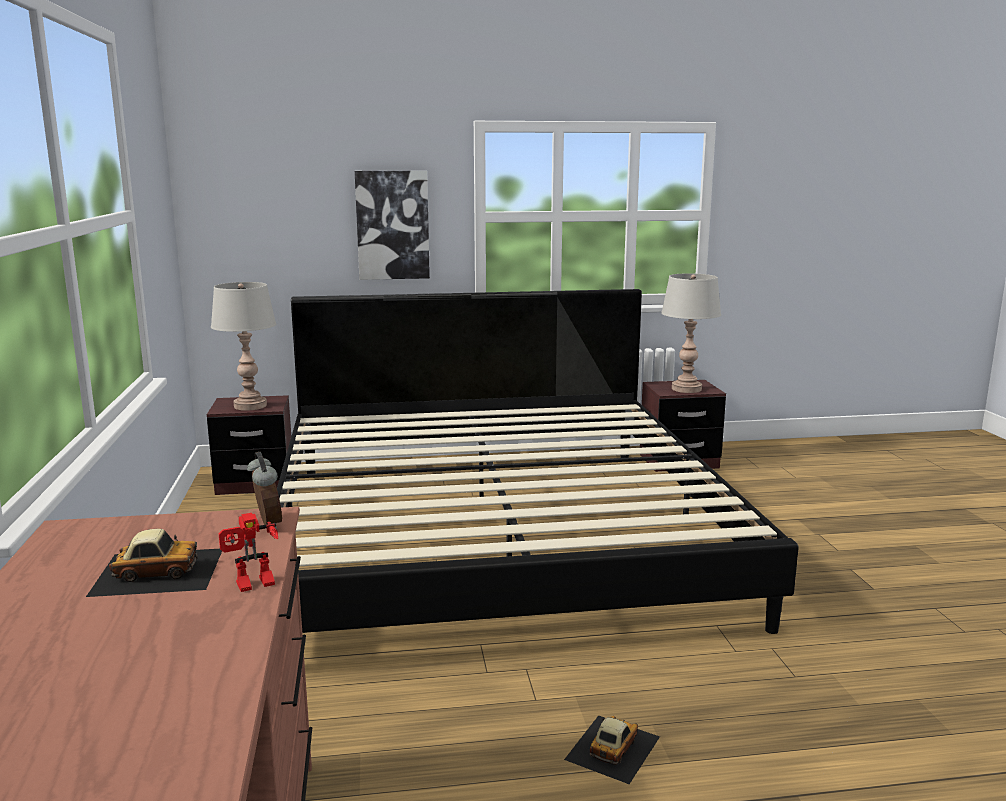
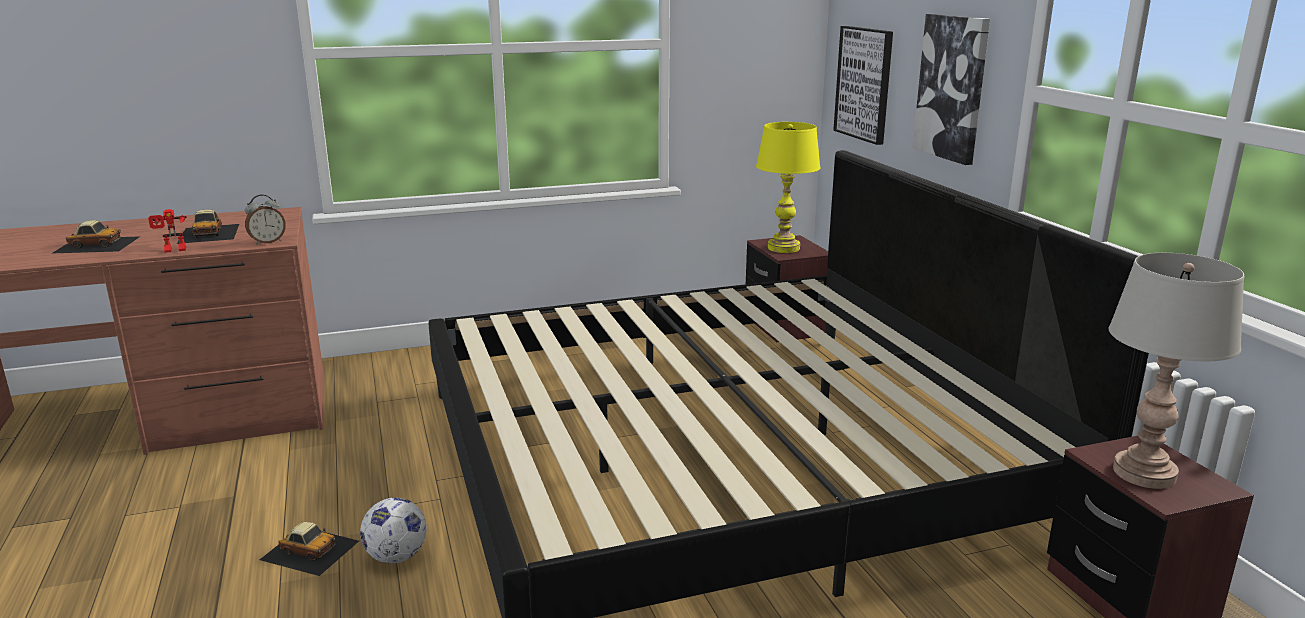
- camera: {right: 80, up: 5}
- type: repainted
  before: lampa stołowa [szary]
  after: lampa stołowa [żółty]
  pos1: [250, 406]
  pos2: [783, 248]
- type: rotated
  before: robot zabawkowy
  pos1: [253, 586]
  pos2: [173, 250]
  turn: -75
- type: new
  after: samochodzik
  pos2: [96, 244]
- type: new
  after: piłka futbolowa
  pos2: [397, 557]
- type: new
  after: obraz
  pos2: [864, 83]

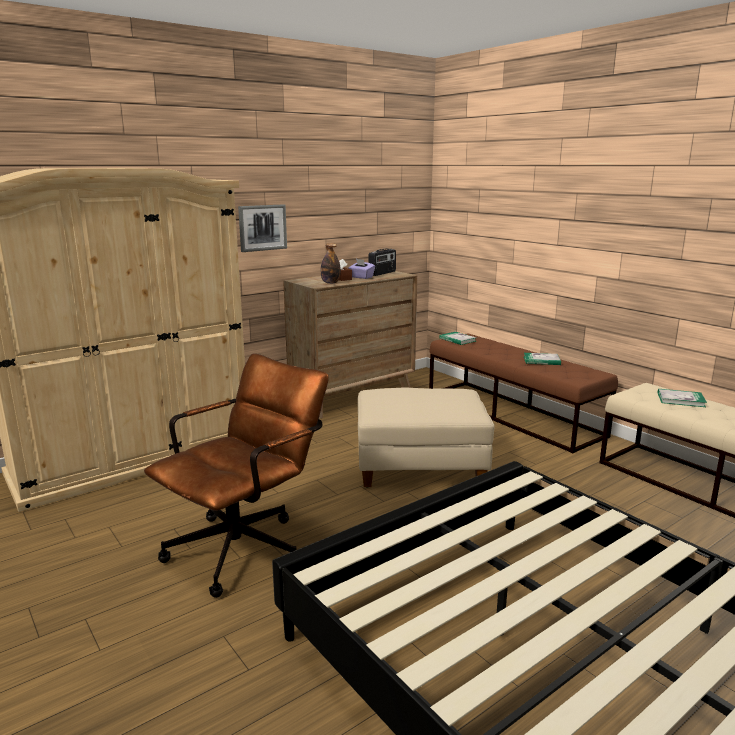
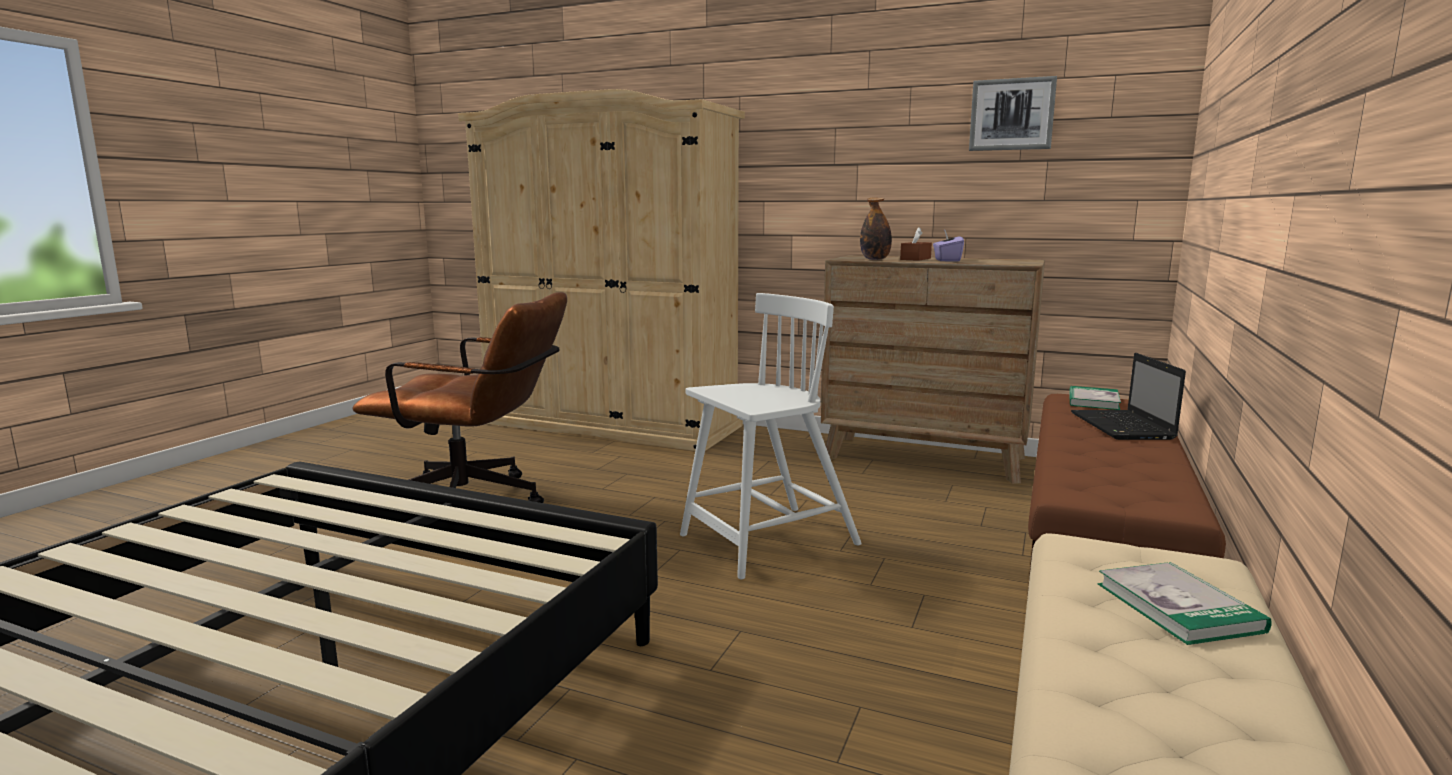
- camera: {right: 60, up: -5}
- type: shifted
  before: obraz
  pos1: [262, 227]
  pos2: [1012, 114]
- type: swapped
  before: pufa [beżowy]
  after: krzesło [biały]
  pos1: [420, 466]
  pos2: [766, 541]
- type: gone
  before: radio
  pos1: [382, 273]
- type: gone
  before: książka
  pos1: [541, 360]
- type: new
  after: laptop
  pos2: [1123, 427]

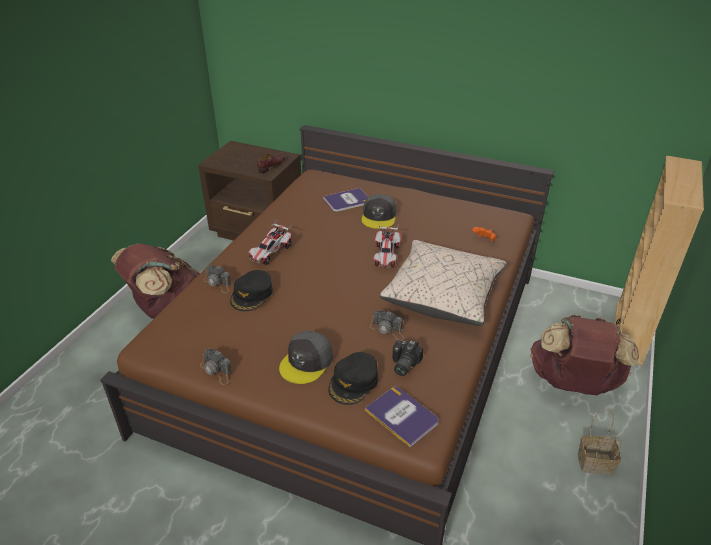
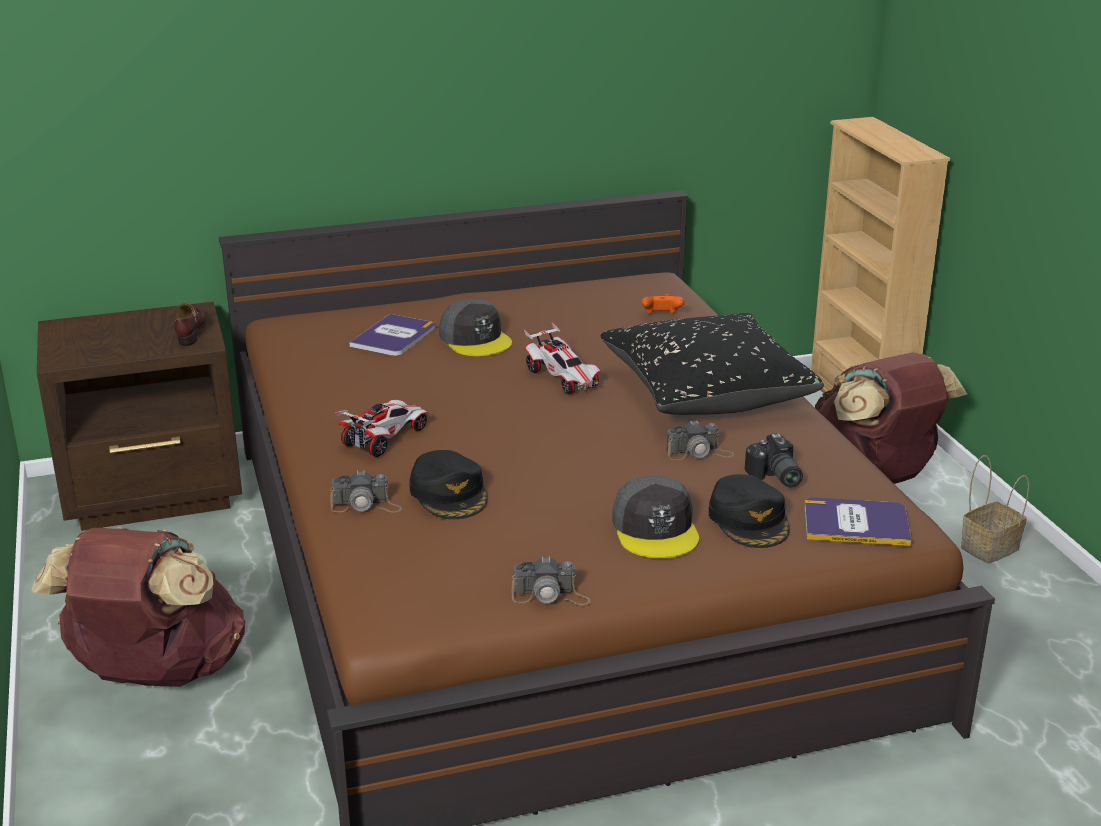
- camera: {right: -40, up: -10}
- type: rotated
  before: samochodzik
  pos1: [271, 253]
  pos2: [385, 438]
  turn: -135
- type: repainted
  before: poduszka [beżowy]
  after: poduszka [czarny]
  pos1: [443, 295]
  pos2: [706, 391]

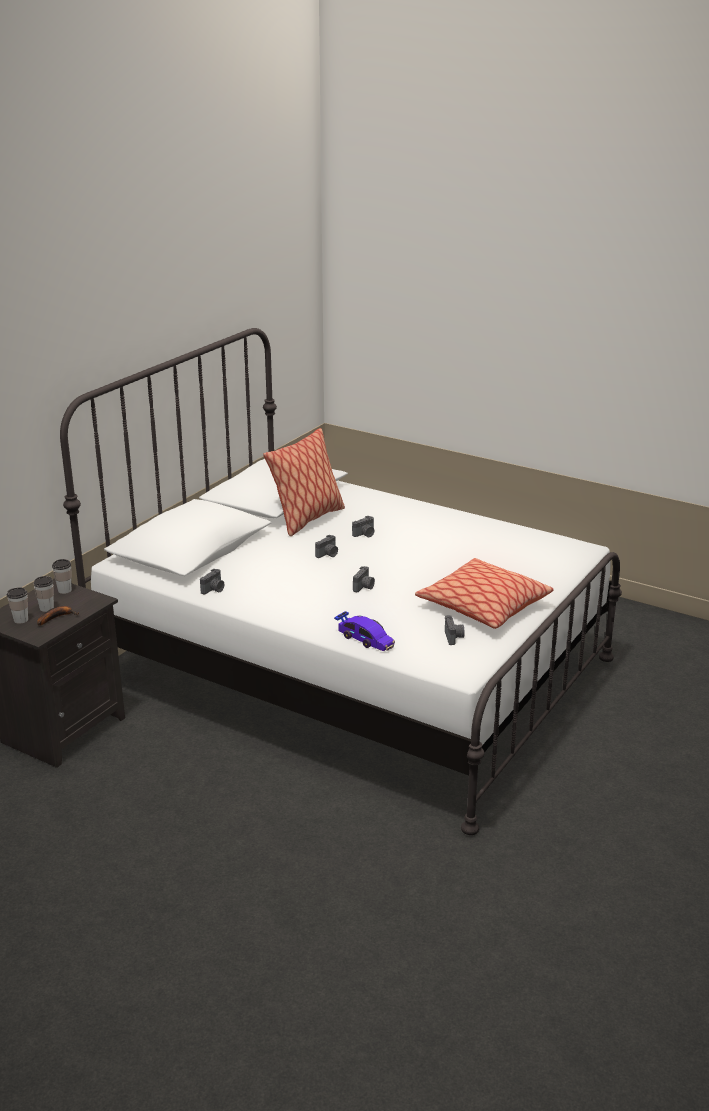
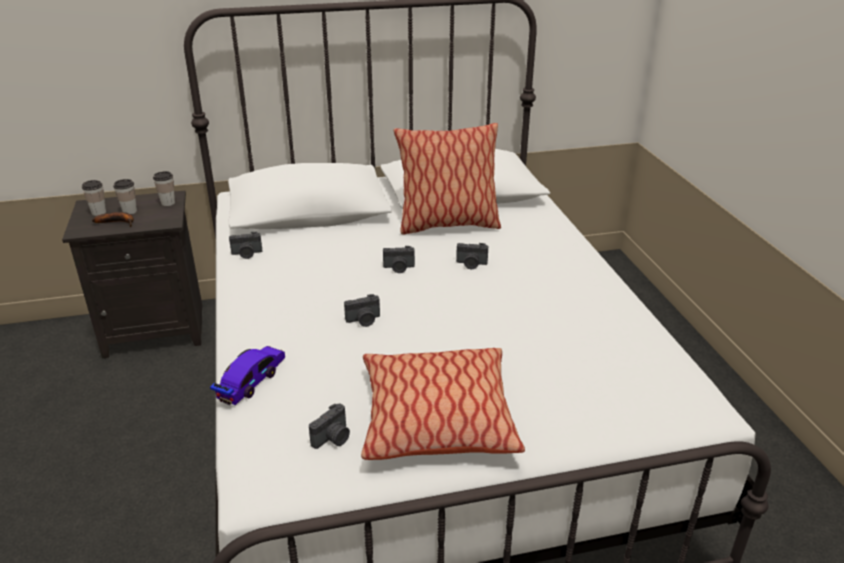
- camera: {right: 45, up: 5}
- type: rotated
  before: samochodzik
  pos1: [365, 639]
  pos2: [251, 380]
  turn: -150

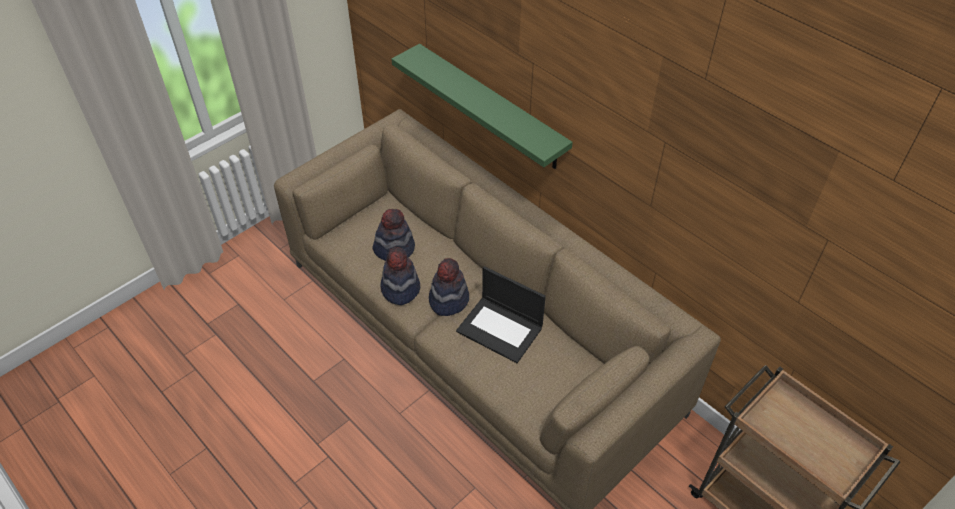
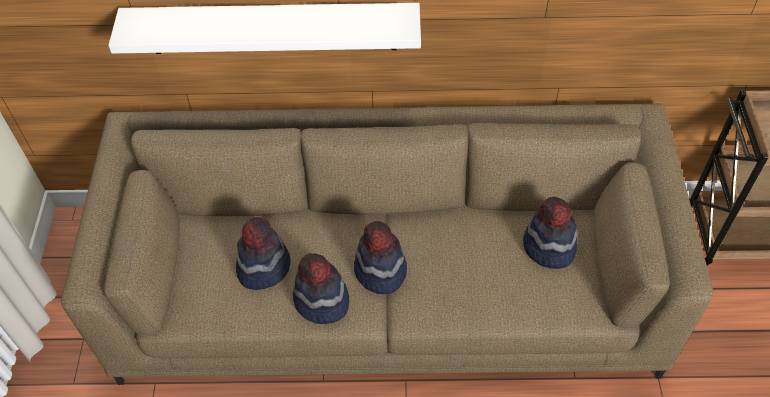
- camera: {right: -45, up: 5}
- type: repainted
  before: półka [zielony]
  after: półka [biały]
  pos1: [491, 107]
  pos2: [272, 28]
- type: gone
  before: laptop
  pos1: [501, 329]
- type: new
  after: kapelusz
  pos2: [548, 247]

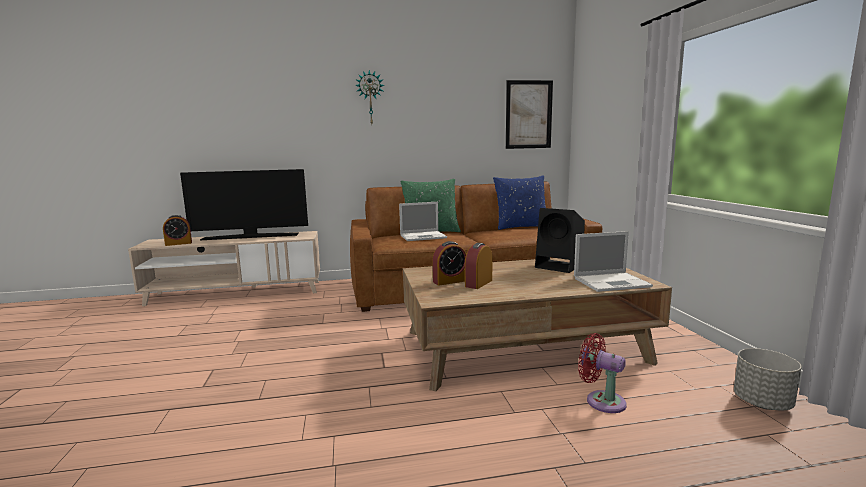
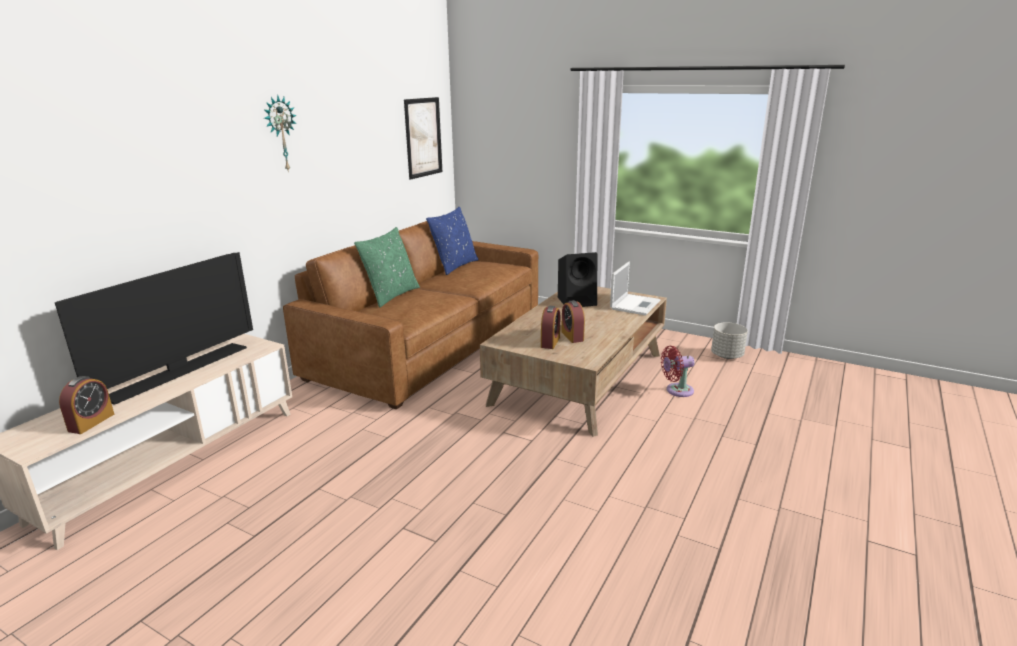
- camera: {right: -50, up: 10}
- type: gone
  before: laptop
  pos1: [424, 236]

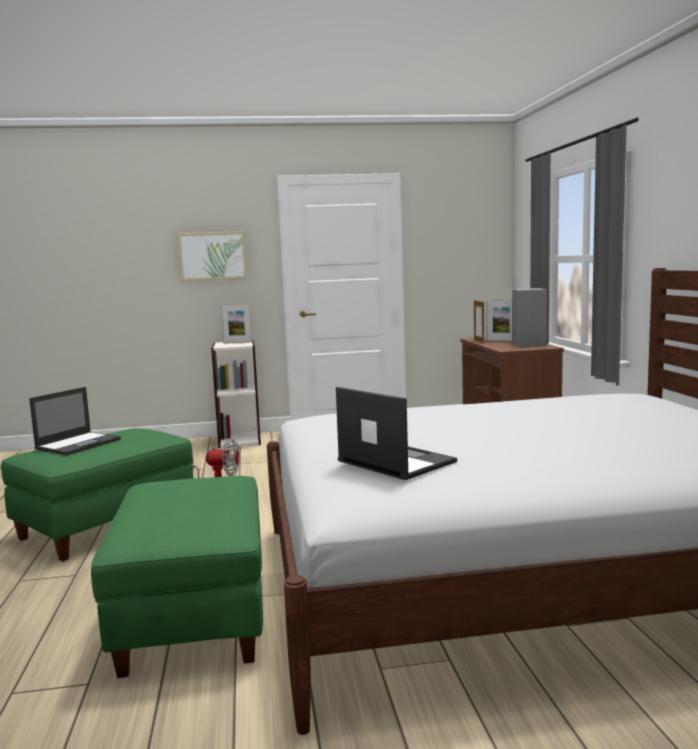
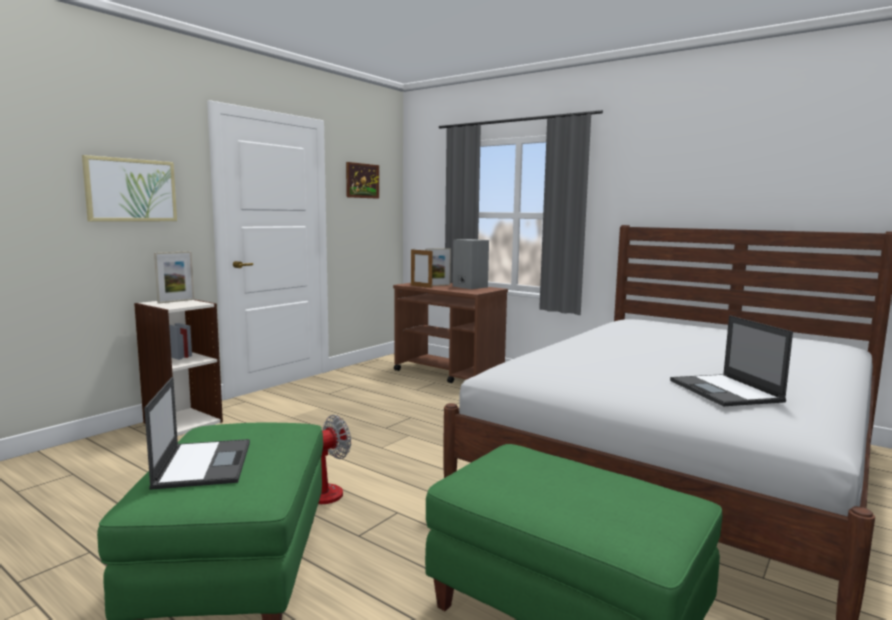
- camera: {right: -45, up: 0}
- type: rotated
  before: laptop
  pos1: [395, 461]
  pos2: [726, 391]
  turn: -105
- type: new
  after: obraz
  pos2: [362, 180]

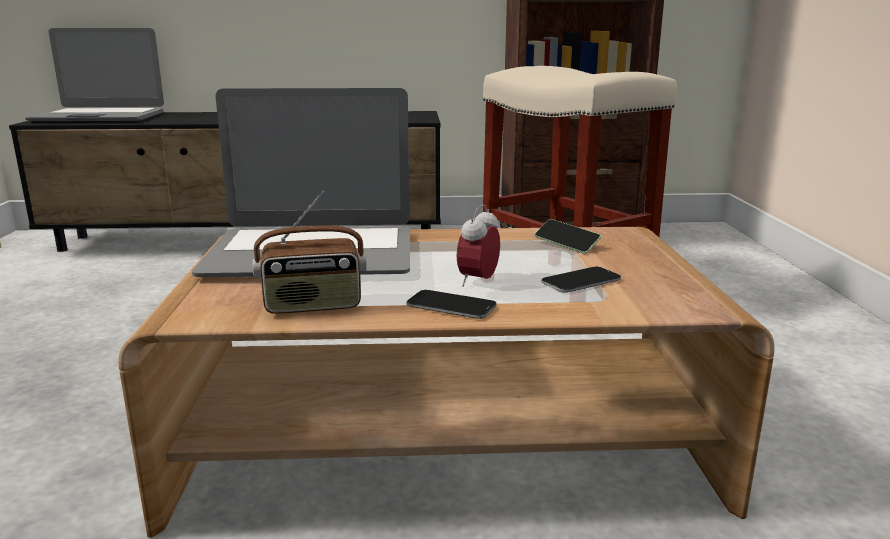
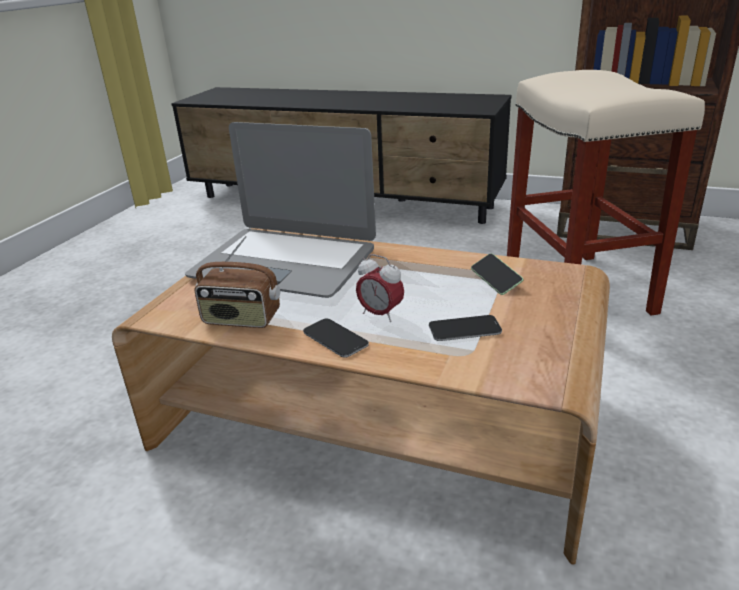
- camera: {right: 25, up: 10}
- type: gone
  before: laptop
  pos1: [99, 117]
- type: rotated
  before: budzik
  pos1: [478, 281]
  pos2: [380, 314]
  turn: -105

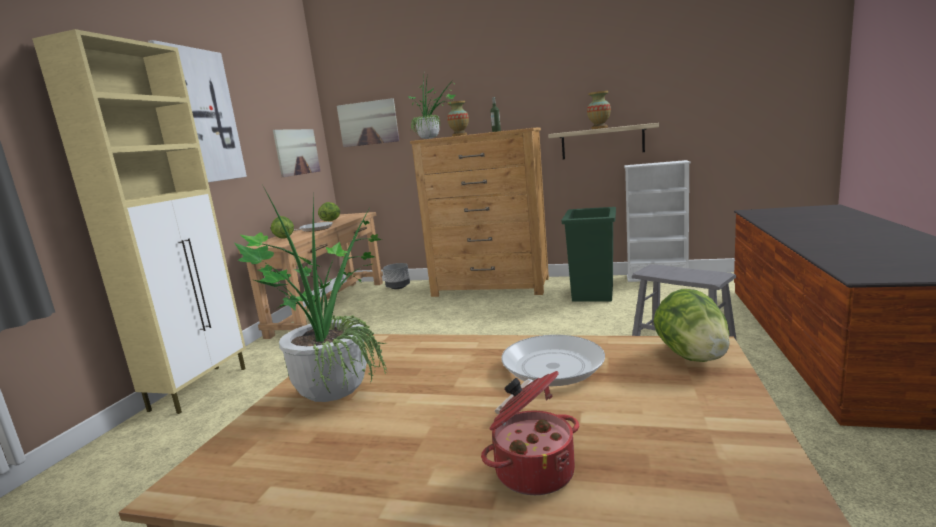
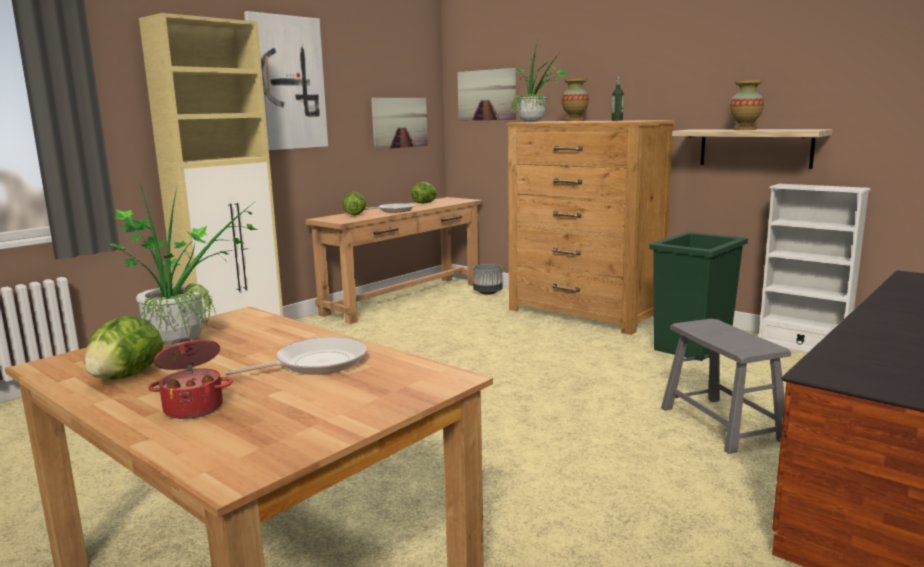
- camera: {right: 25, up: 0}
- type: shifted
  before: sałata
  pos1: [692, 356]
  pos2: [126, 376]

